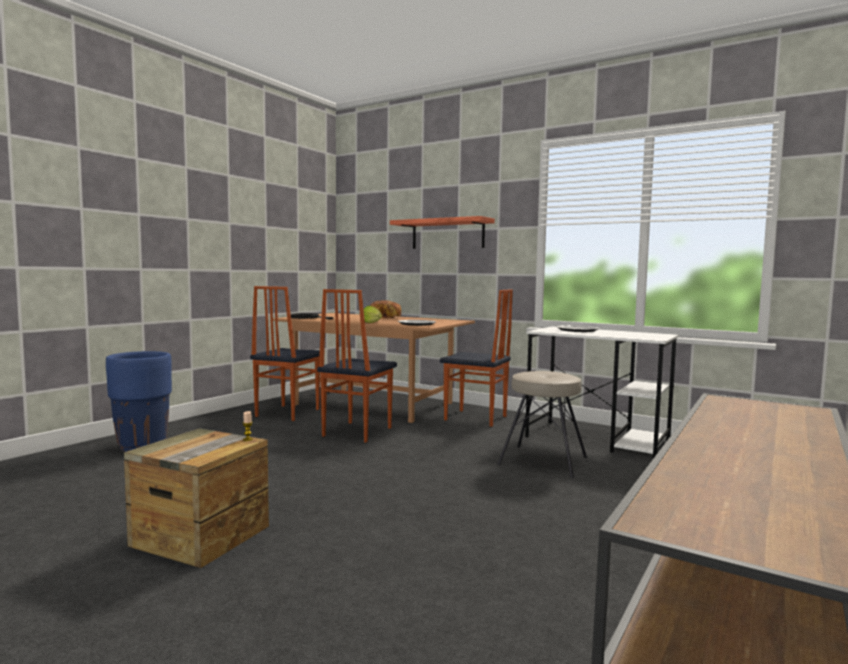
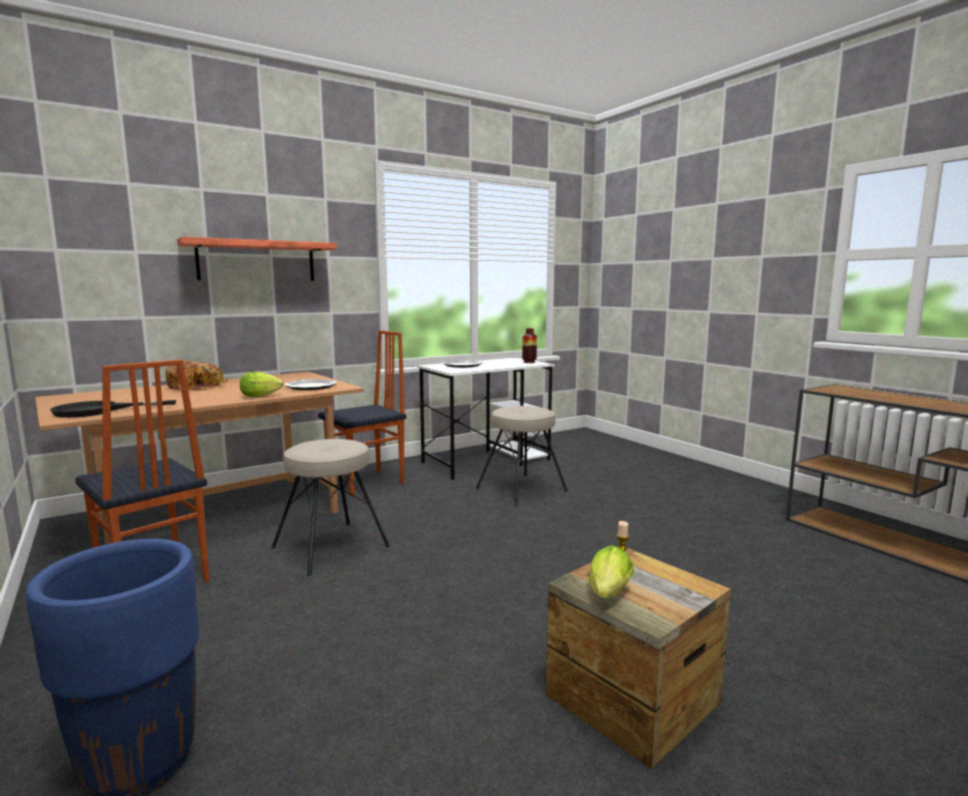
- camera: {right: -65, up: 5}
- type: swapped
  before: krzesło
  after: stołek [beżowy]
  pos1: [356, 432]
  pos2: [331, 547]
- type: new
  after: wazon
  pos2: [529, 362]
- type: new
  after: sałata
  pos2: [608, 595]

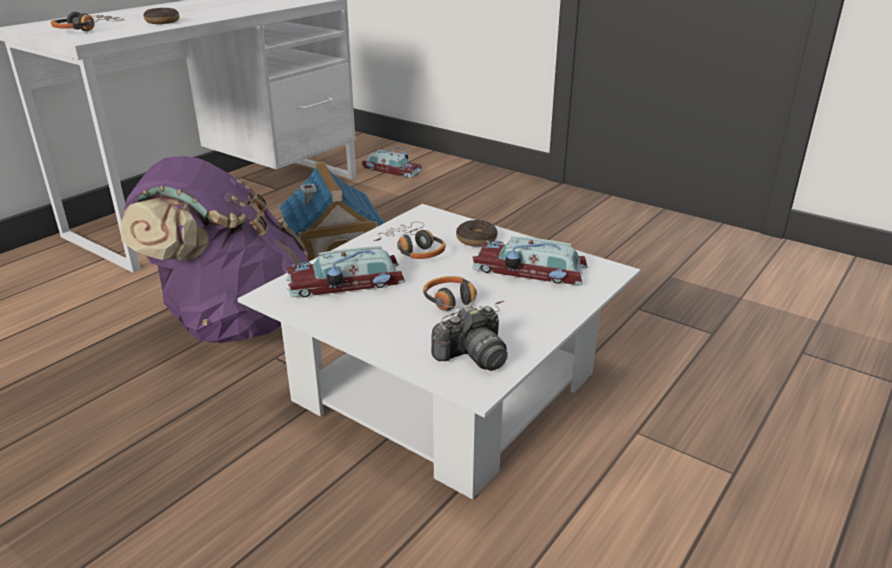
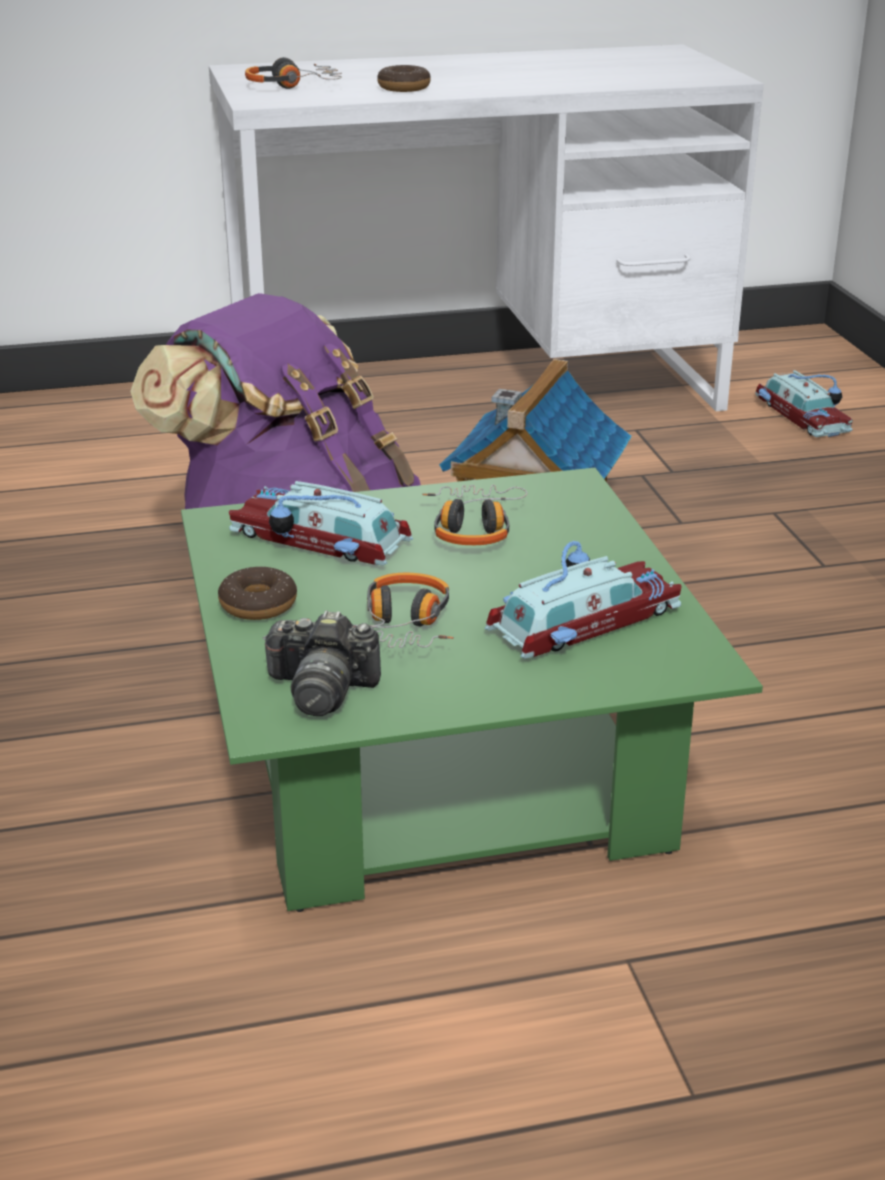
- camera: {right: 40, up: 0}
- type: repainted
  before: ława [biały]
  after: ława [zielony]
  pos1: [445, 388]
  pos2: [442, 766]
- type: shifted
  before: donut
  pos1: [476, 239]
  pos2: [258, 604]
- type: rotated
  before: samochodzik
  pos1: [530, 272]
  pos2: [579, 620]
  turn: 90

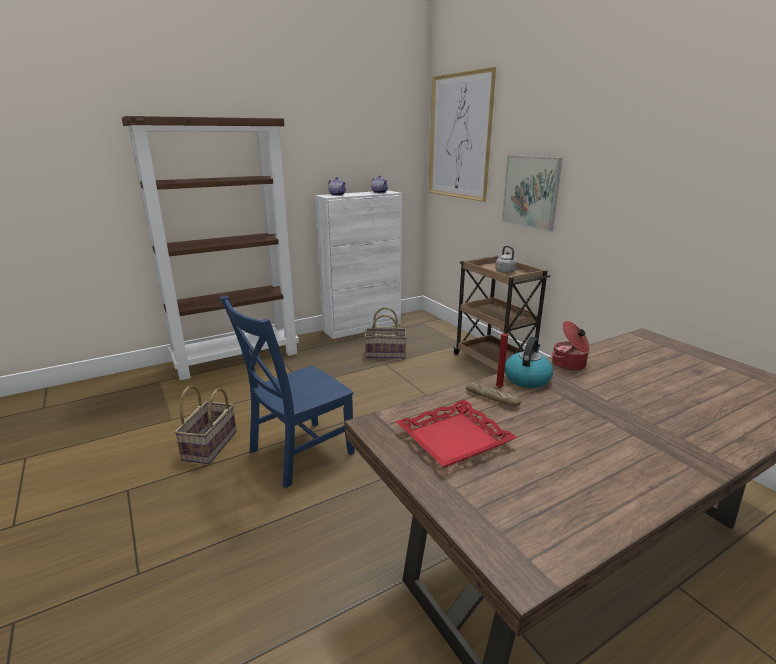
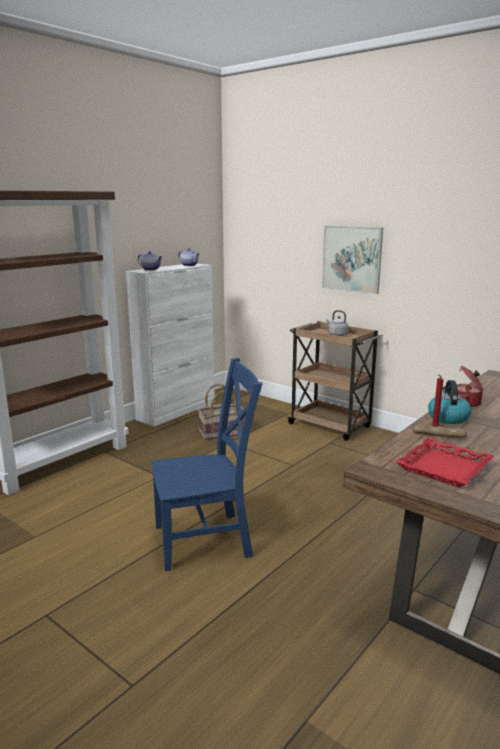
- camera: {right: -20, up: -5}
- type: gone
  before: koszyk
  pos1: [211, 446]
- type: rotated
  before: krzesło [niebieski]
  pos1: [297, 453]
  pos2: [207, 540]
  turn: -135
- type: gone
  before: obraz
  pos1: [459, 137]

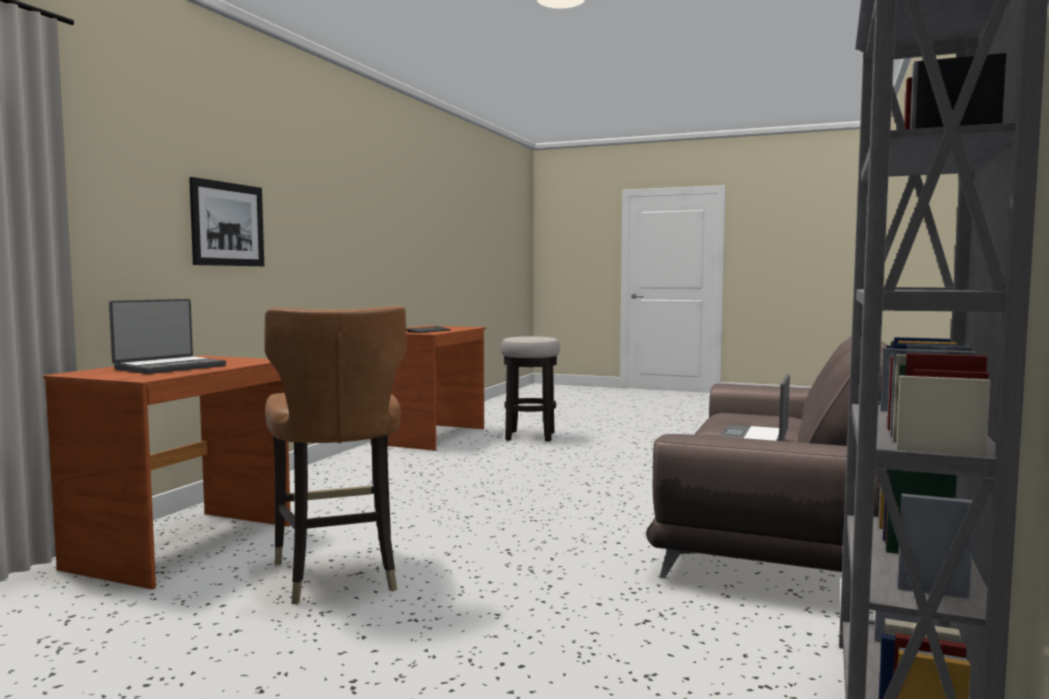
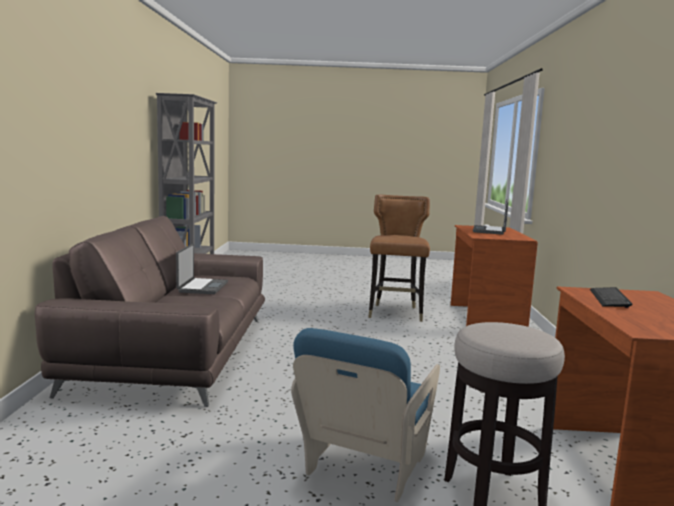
- camera: {right: 160, up: 5}
- type: gone
  before: obraz
  pos1: [227, 224]
- type: rotated
  before: krzesło [brązowy]
  pos1: [338, 574]
  pos2: [395, 313]
  turn: 45
- type: new
  after: fotel [niebieski]
  pos2: [365, 468]

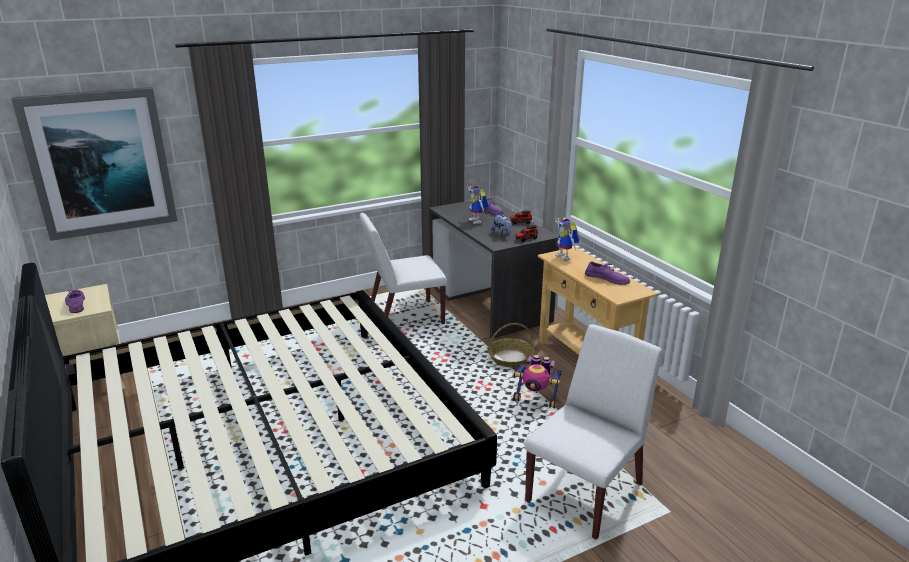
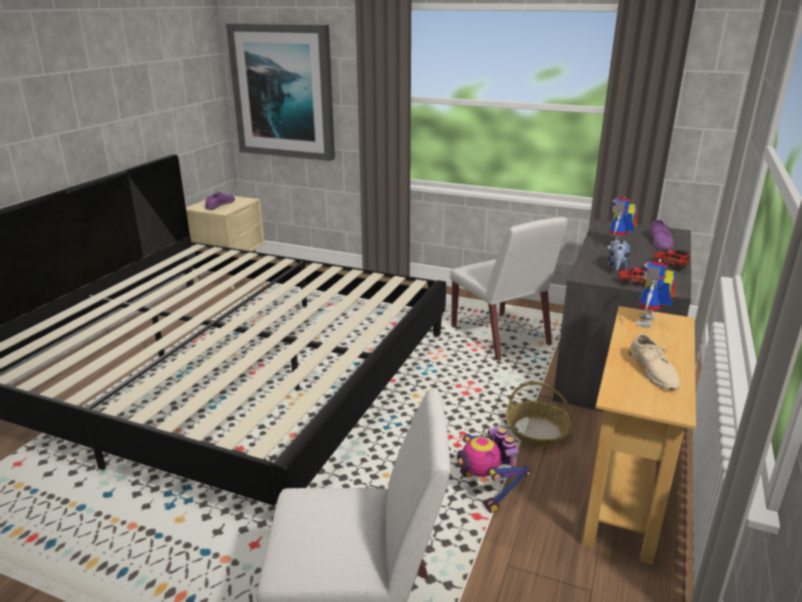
- camera: {right: 50, up: 0}
- type: rotated
  before: krzesło [biały]
  pos1: [404, 317]
  pos2: [501, 336]
  turn: -150
- type: repainted
  before: but [fioletowy]
  after: but [beżowy]
  pos1: [607, 278]
  pos2: [654, 370]

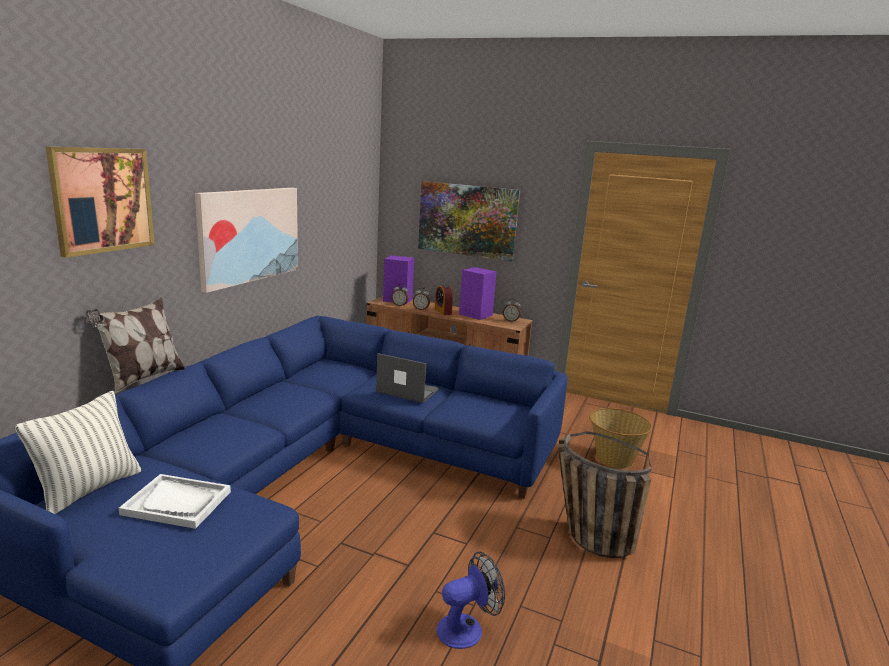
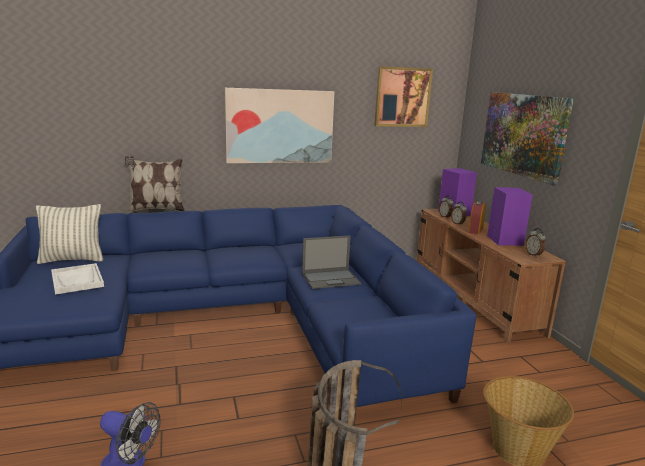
- camera: {right: 50, up: 0}
- type: shifted
  before: obraz
  pos1: [102, 200]
  pos2: [402, 97]
- type: rotated
  before: laptop
  pos1: [407, 390]
  pos2: [331, 279]
  turn: 90

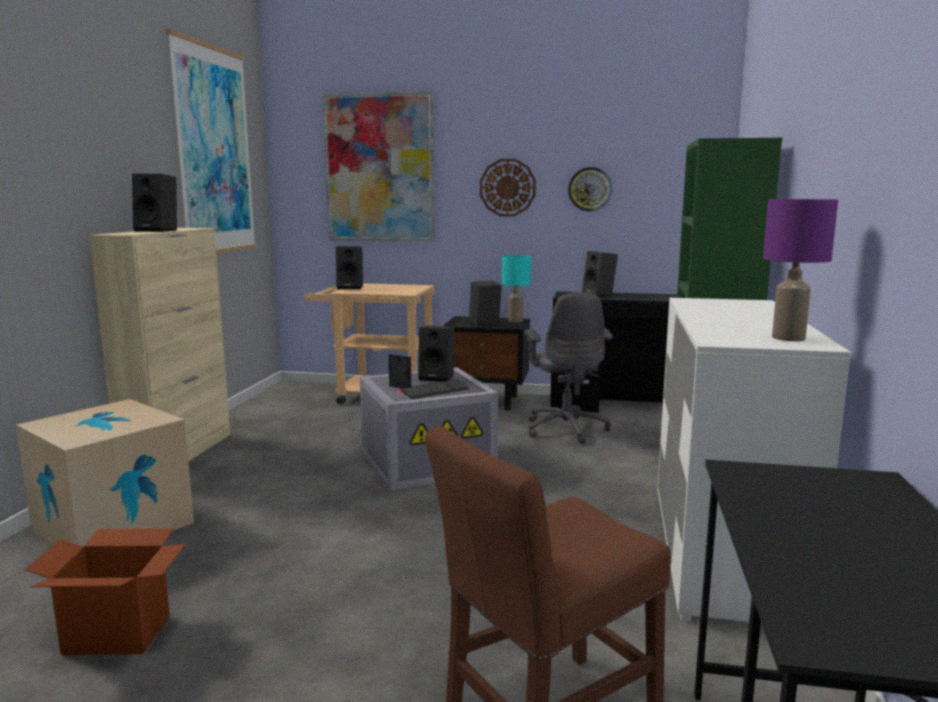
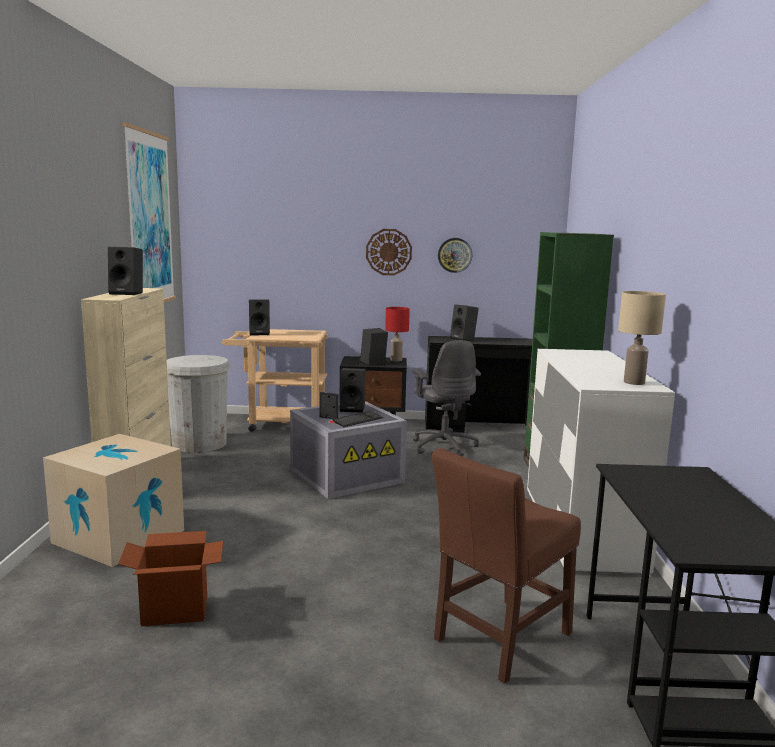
- camera: {right: -10, up: 0}
- type: gone
  before: obraz
  pos1: [379, 168]
- type: repainted
  before: lampa stołowa [turkusowy]
  after: lampa stołowa [czerwony]
  pos1: [516, 321]
  pos2: [396, 360]
- type: repainted
  before: lampa stołowa [fioletowy]
  after: lampa stołowa [beżowy]
  pos1: [789, 338]
  pos2: [634, 382]
- type: new
  after: kosz na śmieci [biały]
  pos2: [199, 443]

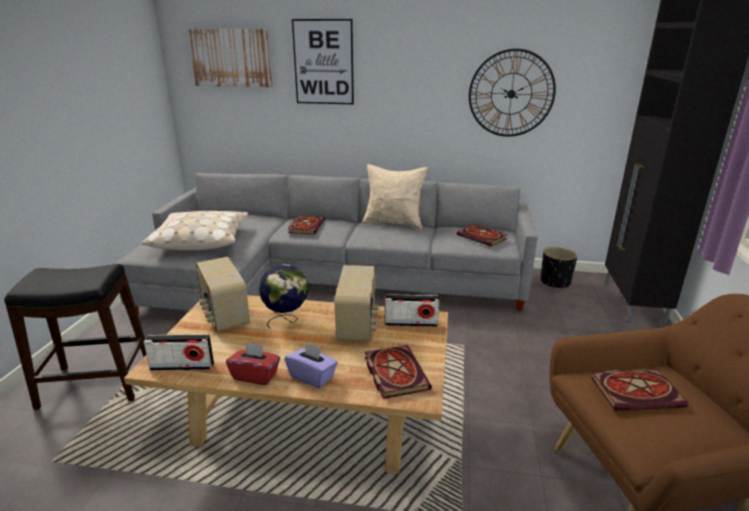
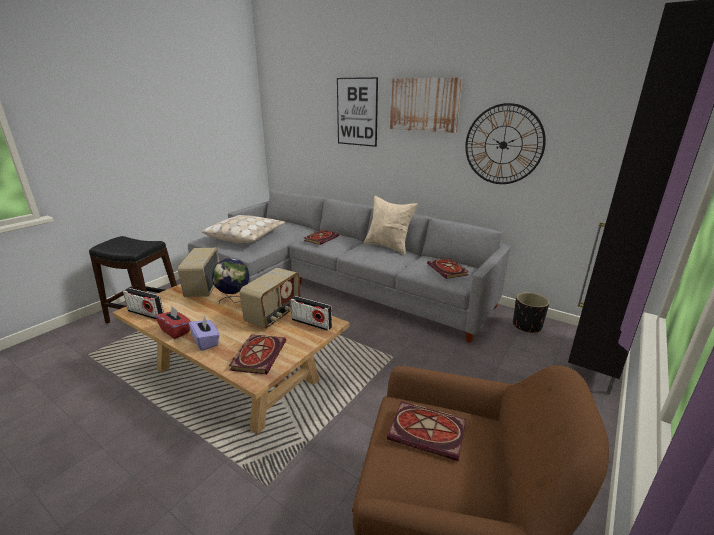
- camera: {right: 25, up: 0}
- type: shifted
  before: obraz
  pos1: [231, 58]
  pos2: [424, 104]

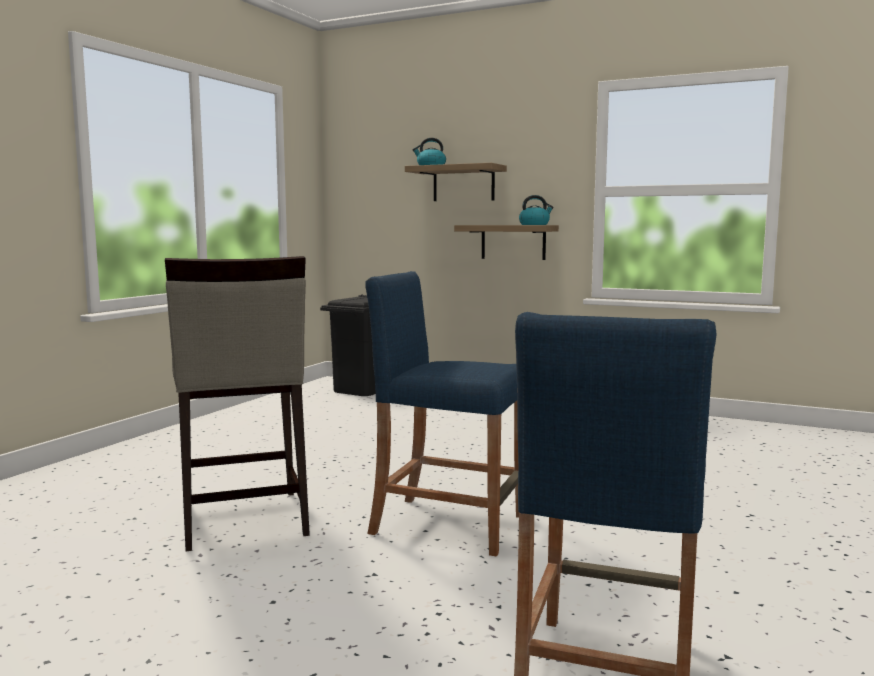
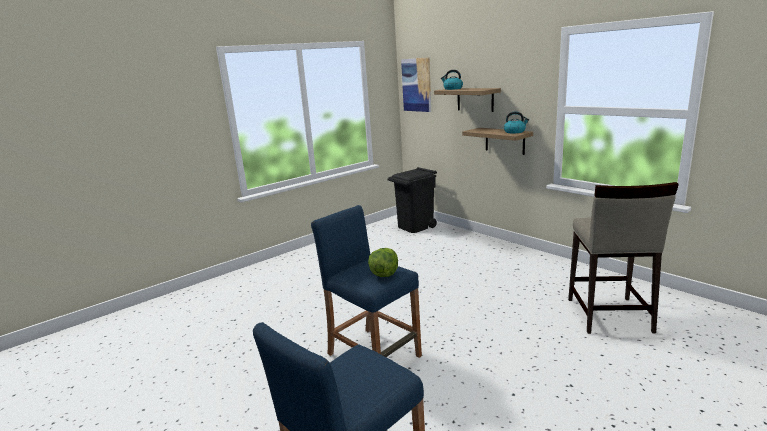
- camera: {right: 25, up: 10}
- type: shifted
  before: stołek [beżowy]
  pos1: [243, 520]
  pos2: [608, 315]
- type: new
  after: sałata
  pos2: [384, 274]
- type: new
  after: obraz
  pos2: [416, 85]

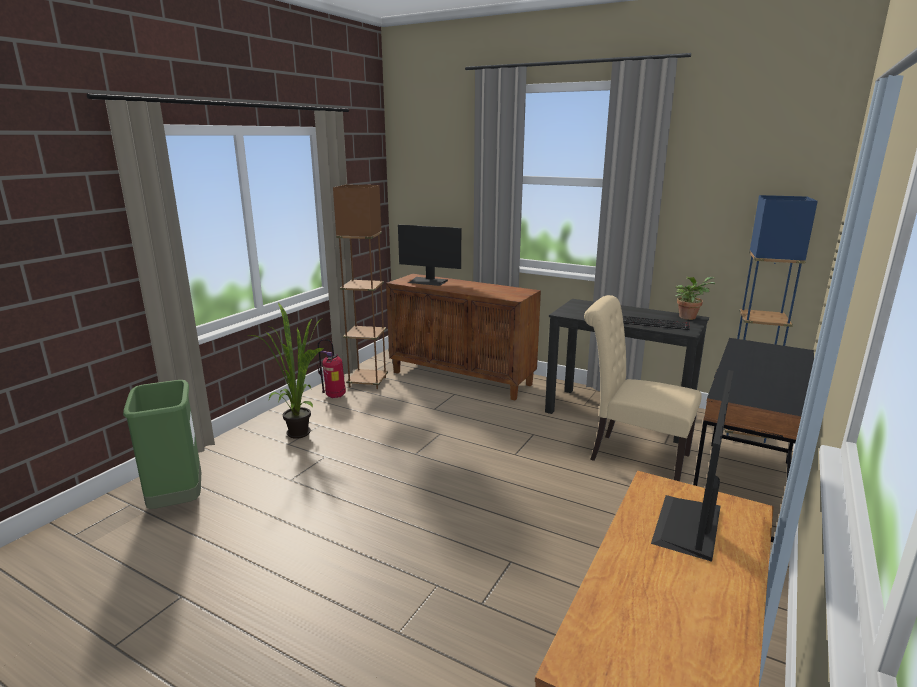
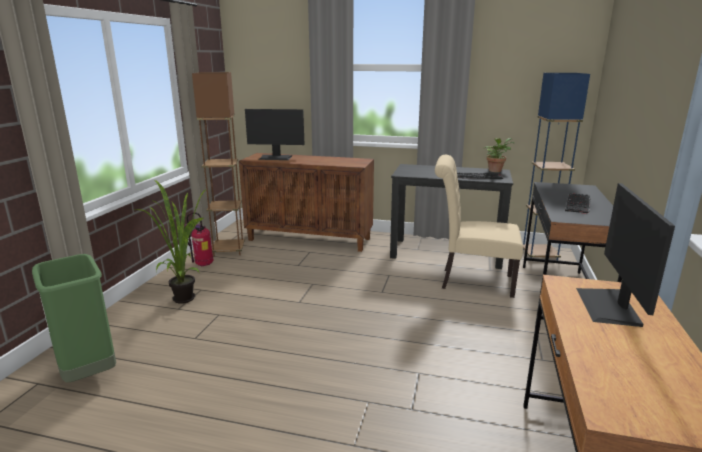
- camera: {right: -15, up: 0}
- type: new
  after: klawiatura
  pos2: [578, 204]

